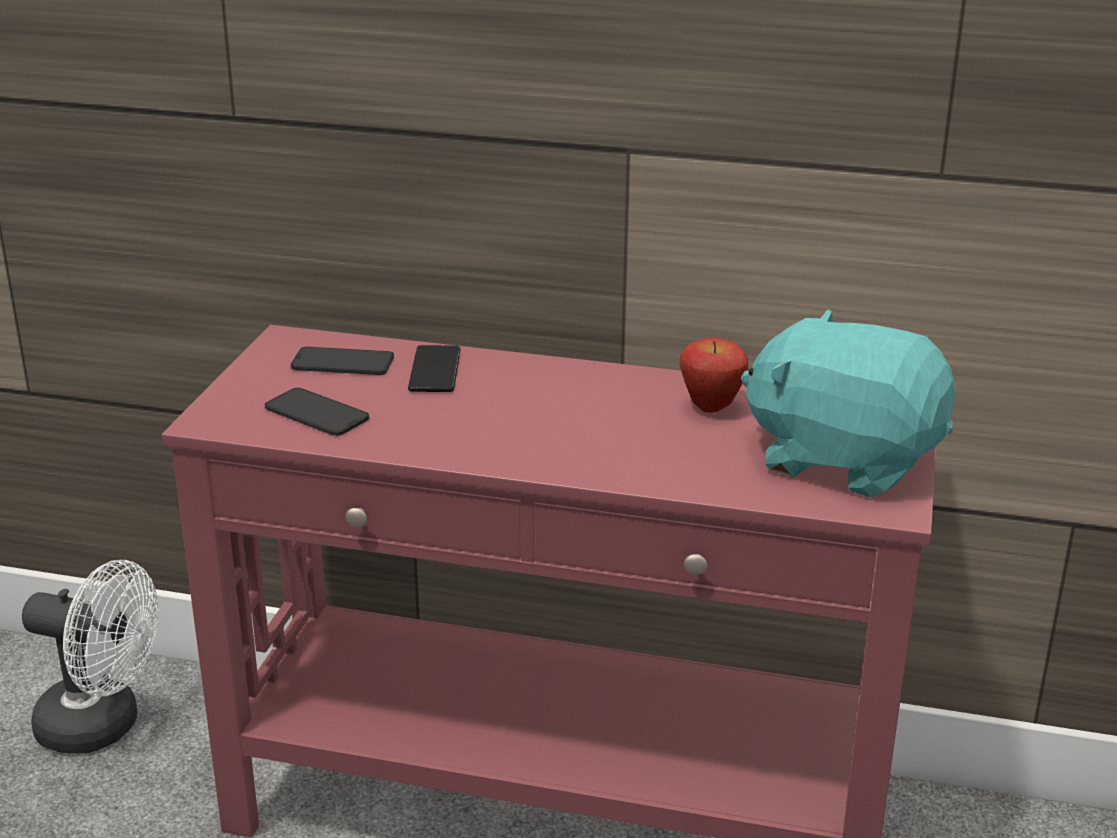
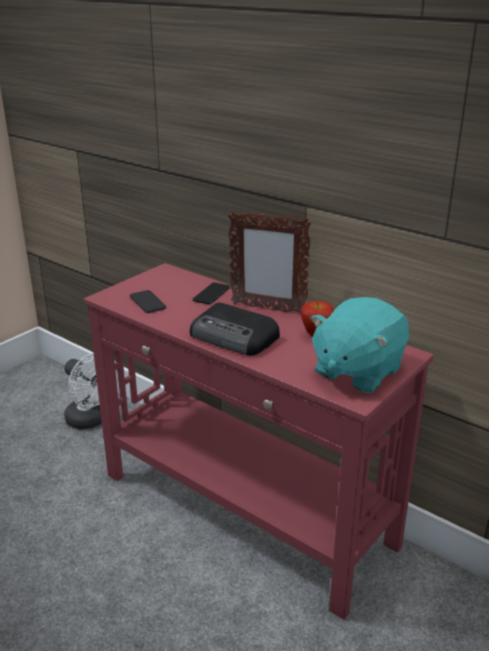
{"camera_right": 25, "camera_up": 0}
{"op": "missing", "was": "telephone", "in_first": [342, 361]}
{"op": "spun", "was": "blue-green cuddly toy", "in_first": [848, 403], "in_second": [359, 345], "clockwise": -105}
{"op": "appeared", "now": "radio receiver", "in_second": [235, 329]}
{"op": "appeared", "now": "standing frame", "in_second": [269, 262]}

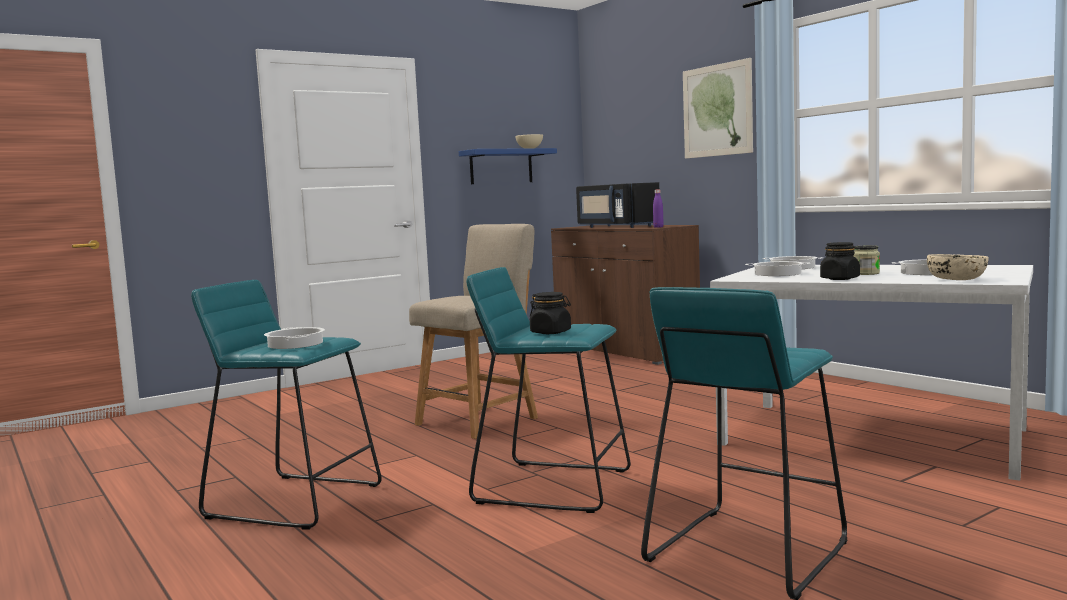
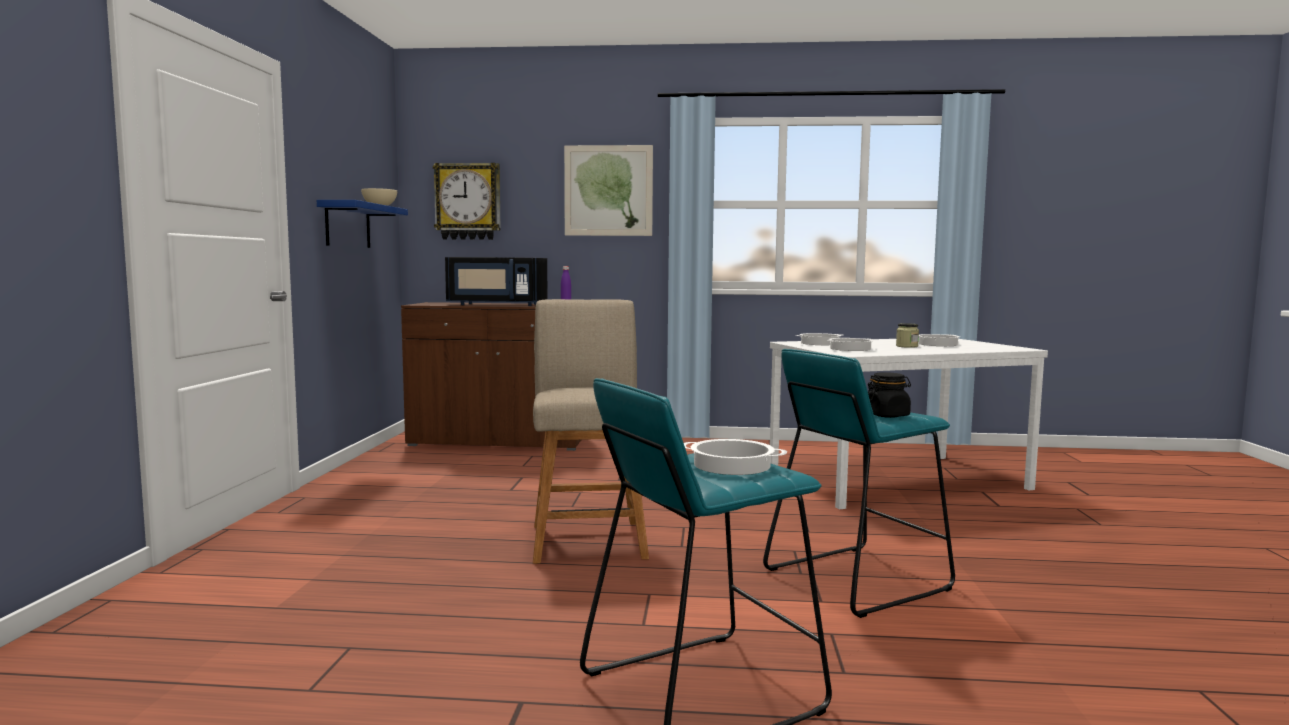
{"camera_right": -50, "camera_up": 0}
{"op": "missing", "was": "blue-green stool seat", "in_first": [744, 443]}
{"op": "missing", "was": "black jar", "in_first": [840, 261]}
{"op": "missing", "was": "sand-coloured deep dish", "in_first": [958, 267]}
{"op": "appeared", "now": "hanging clock", "in_second": [467, 201]}

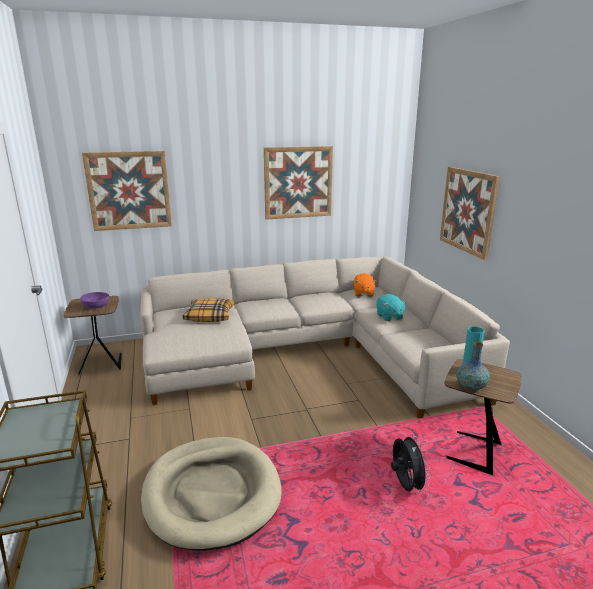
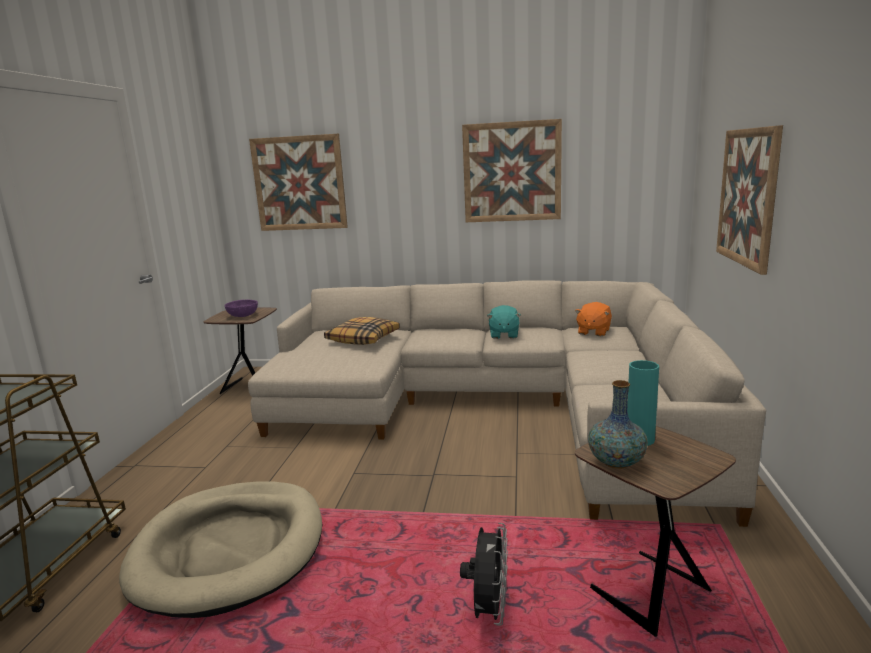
{"camera_right": 25, "camera_up": -5}
{"op": "relocated", "was": "blue-green cuddly toy", "in_first": [391, 307], "in_second": [504, 322]}

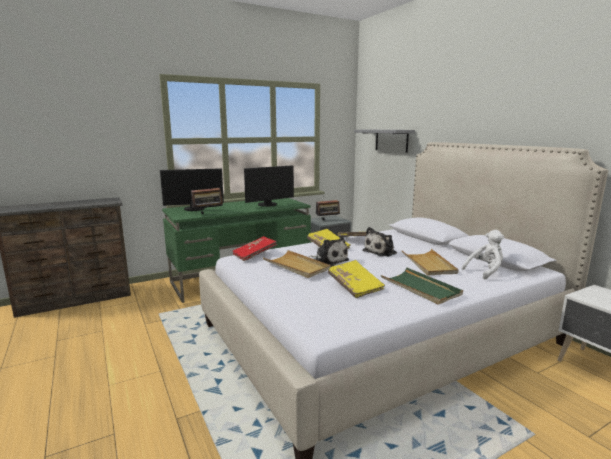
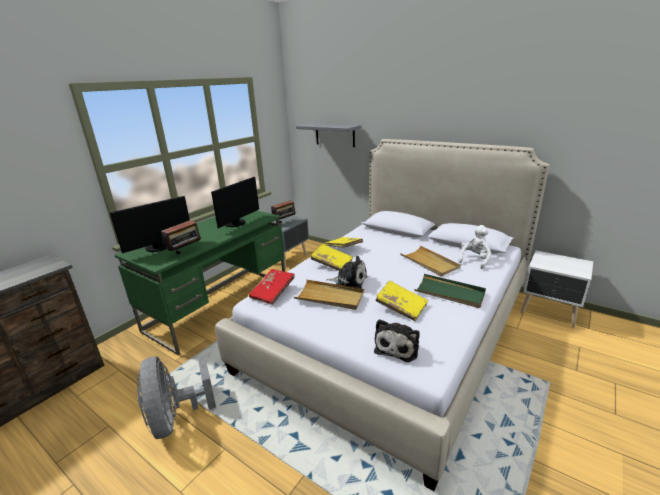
{"camera_right": -25, "camera_up": 10}
{"op": "relocated", "was": "cuddly toy", "in_first": [379, 242], "in_second": [397, 340]}
{"op": "appeared", "now": "gray electric fan", "in_second": [176, 397]}

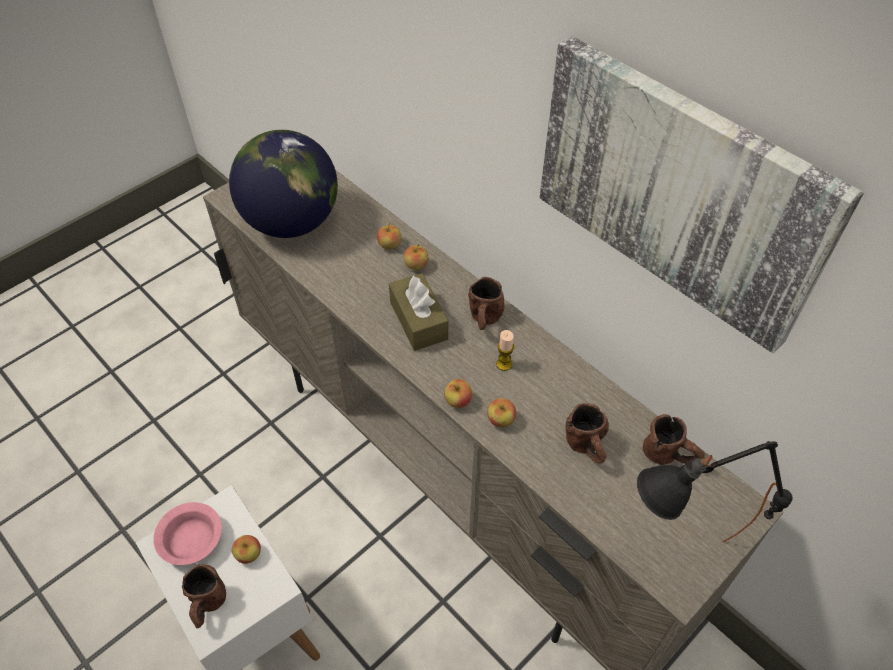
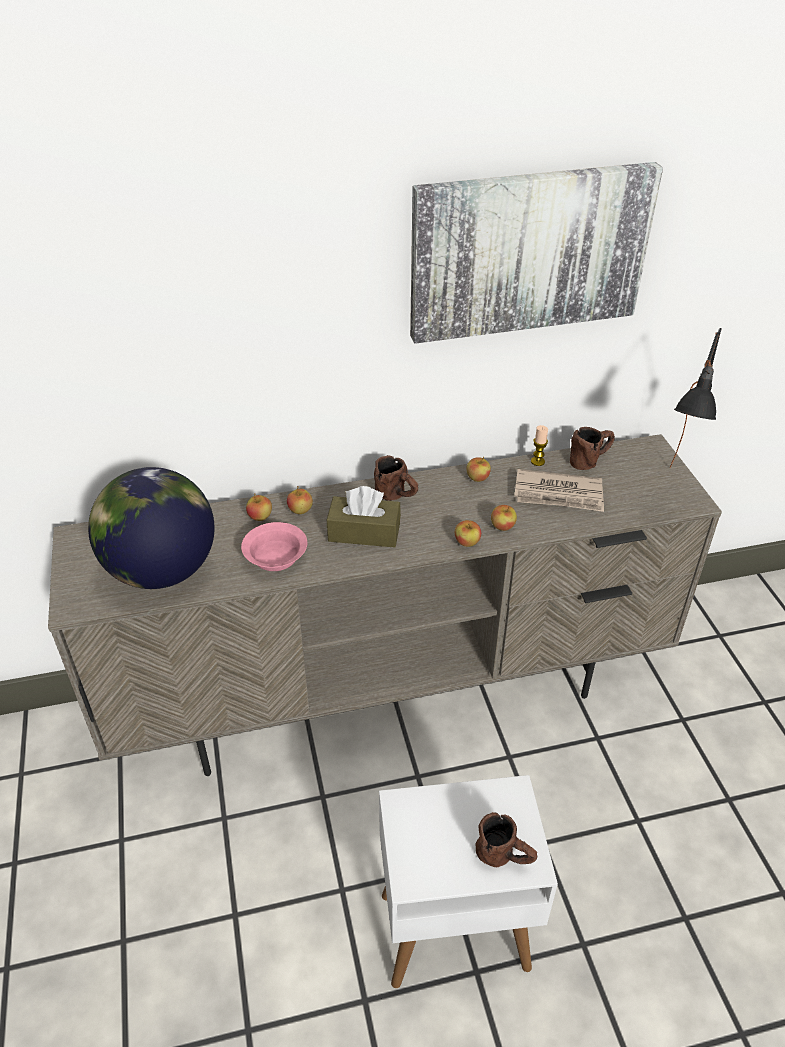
{"camera_right": -60, "camera_up": -10}
{"op": "relocated", "was": "pink-coloured deep dish", "in_first": [187, 533], "in_second": [274, 546]}
{"op": "relocated", "was": "whole apple", "in_first": [246, 549], "in_second": [478, 469]}
{"op": "relocated", "was": "wax light", "in_first": [505, 350], "in_second": [539, 445]}
{"op": "exchanged", "was": "brown tea mug", "now": "daily paper", "in_first": [587, 433], "in_second": [559, 490]}

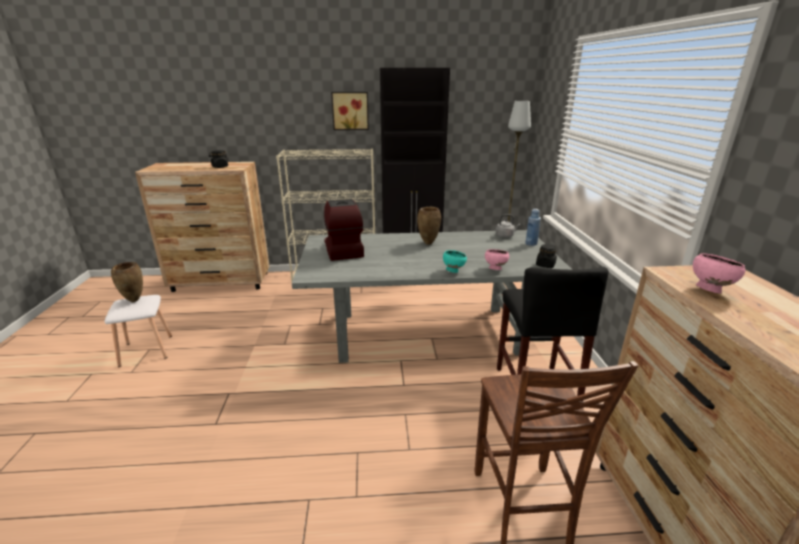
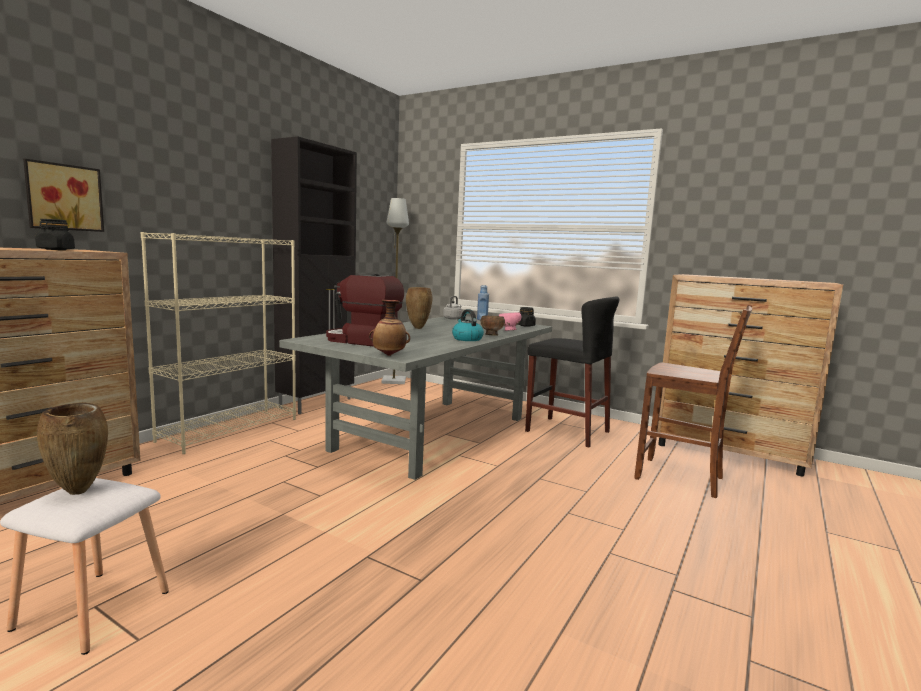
{"camera_right": -55, "camera_up": -15}
{"op": "relocated", "was": "picture", "in_first": [350, 111], "in_second": [63, 195]}
{"op": "colour", "was": "blue-green deep dish", "now": "brown deep dish", "in_first": [455, 261], "in_second": [492, 325]}
{"op": "missing", "was": "pink-coloured deep dish", "in_first": [719, 273]}
{"op": "appeared", "now": "vase", "in_second": [389, 328]}
{"op": "appeared", "now": "kettle", "in_second": [468, 325]}

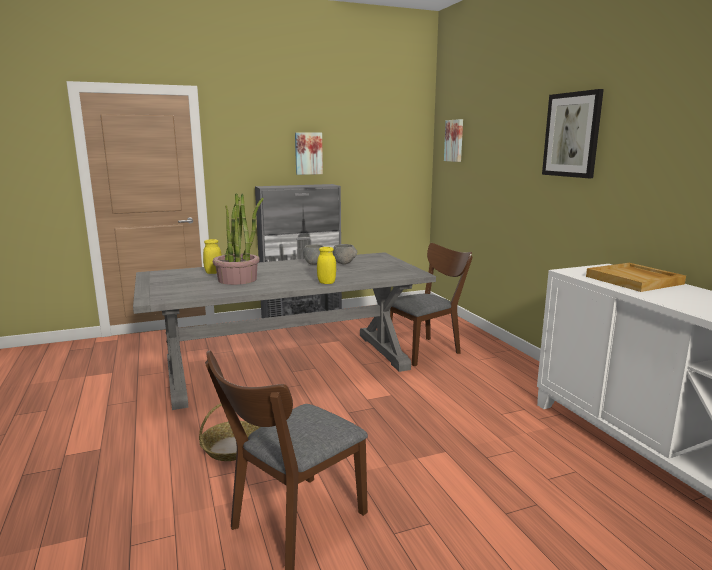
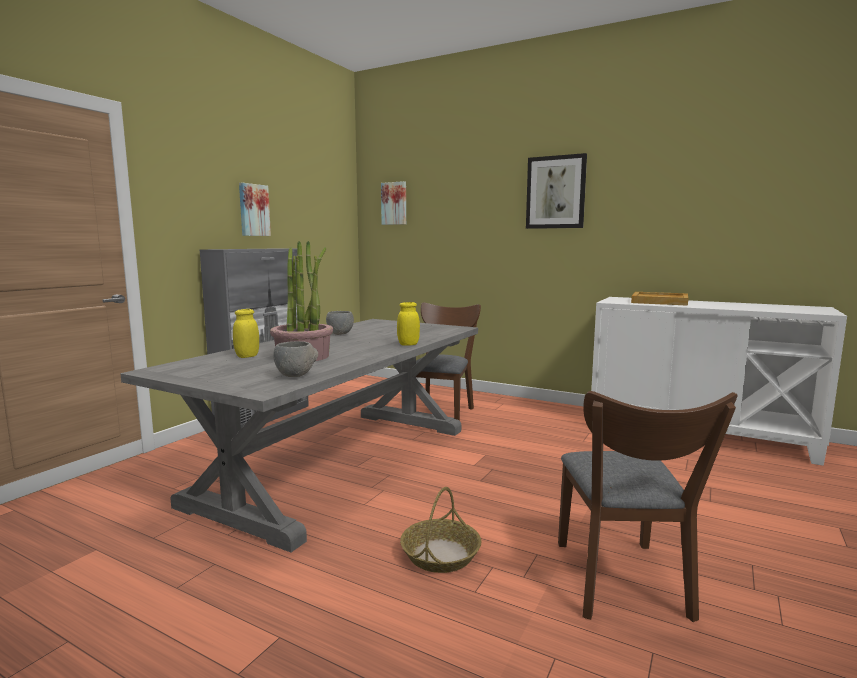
{"camera_right": -40, "camera_up": -5}
{"op": "relocated", "was": "gray deep dish", "in_first": [345, 254], "in_second": [295, 359]}

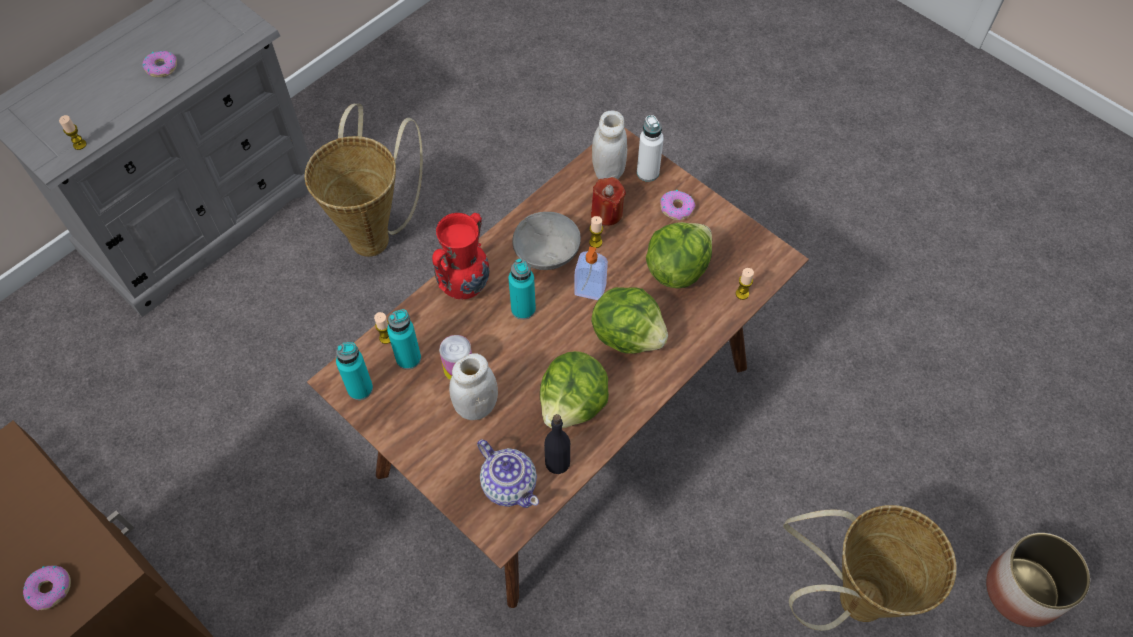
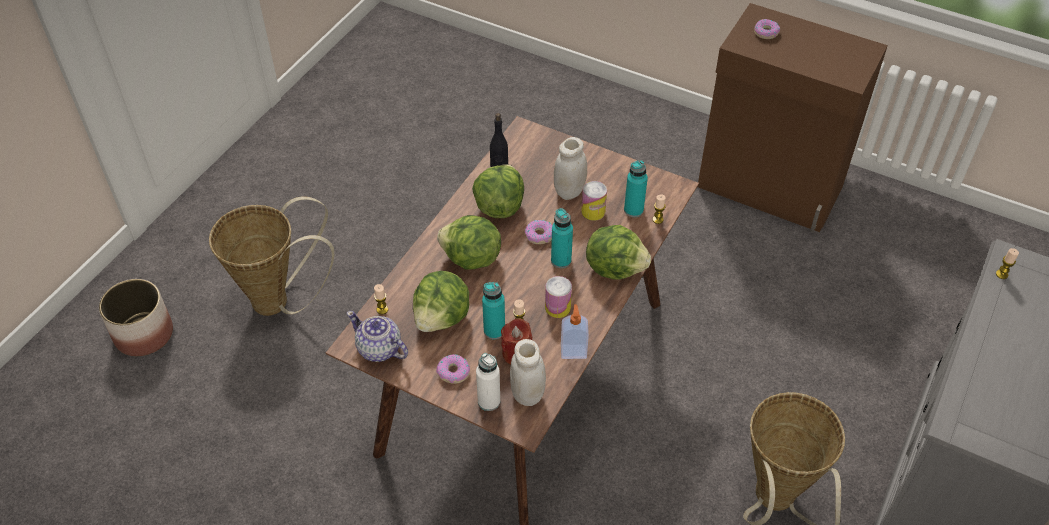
{"camera_right": 165, "camera_up": -10}
{"op": "relocated", "was": "ring doughnut", "in_first": [159, 64], "in_second": [539, 232]}
{"op": "relocated", "was": "blue-green bottle", "in_first": [354, 371], "in_second": [493, 310]}
{"op": "exchanged", "was": "red-coloured vase", "now": "lettuce", "in_first": [460, 256], "in_second": [618, 252]}
{"op": "relocated", "was": "pot for tea", "in_first": [508, 473], "in_second": [377, 336]}
{"op": "exchanged", "was": "gray deep dish", "now": "can", "in_first": [546, 241], "in_second": [558, 297]}
{"op": "relocated", "was": "soap dispenser", "in_first": [591, 273], "in_second": [575, 331]}

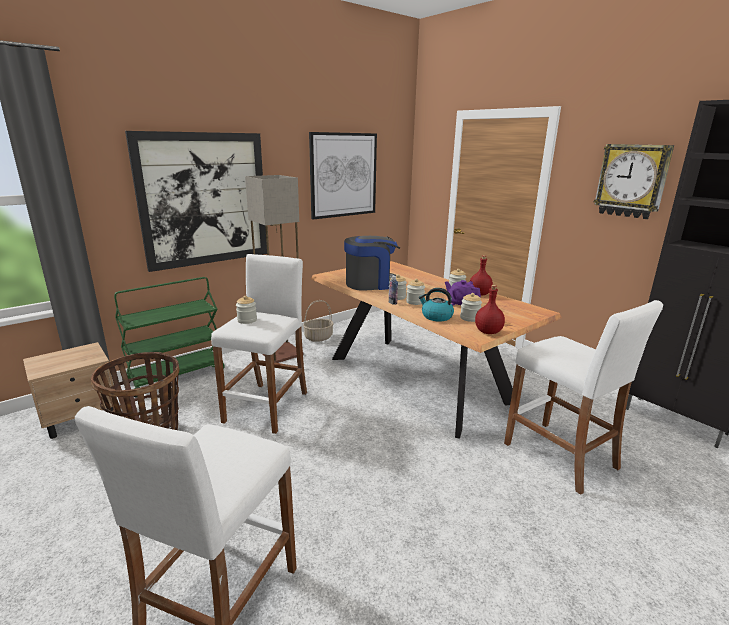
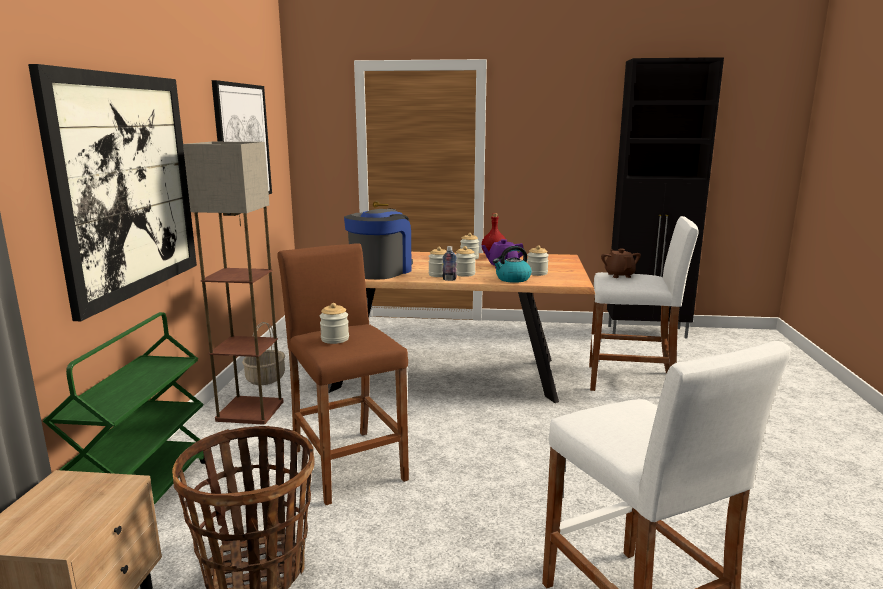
{"camera_right": -45, "camera_up": -5}
{"op": "colour", "was": "white-coloured stool seat", "now": "brown stool seat", "in_first": [259, 344], "in_second": [343, 374]}
{"op": "missing", "was": "red-coloured bottle", "in_first": [490, 309]}
{"op": "missing", "was": "hanging clock", "in_first": [634, 181]}
{"op": "appeared", "now": "brown pot for tea", "in_second": [621, 263]}

